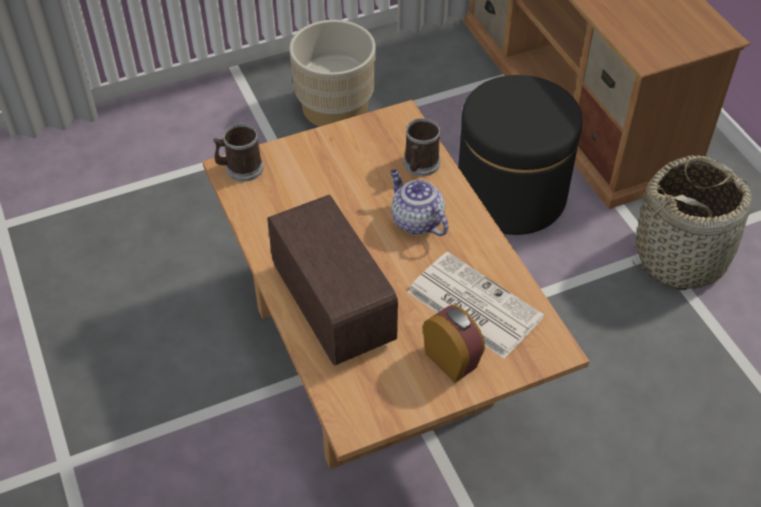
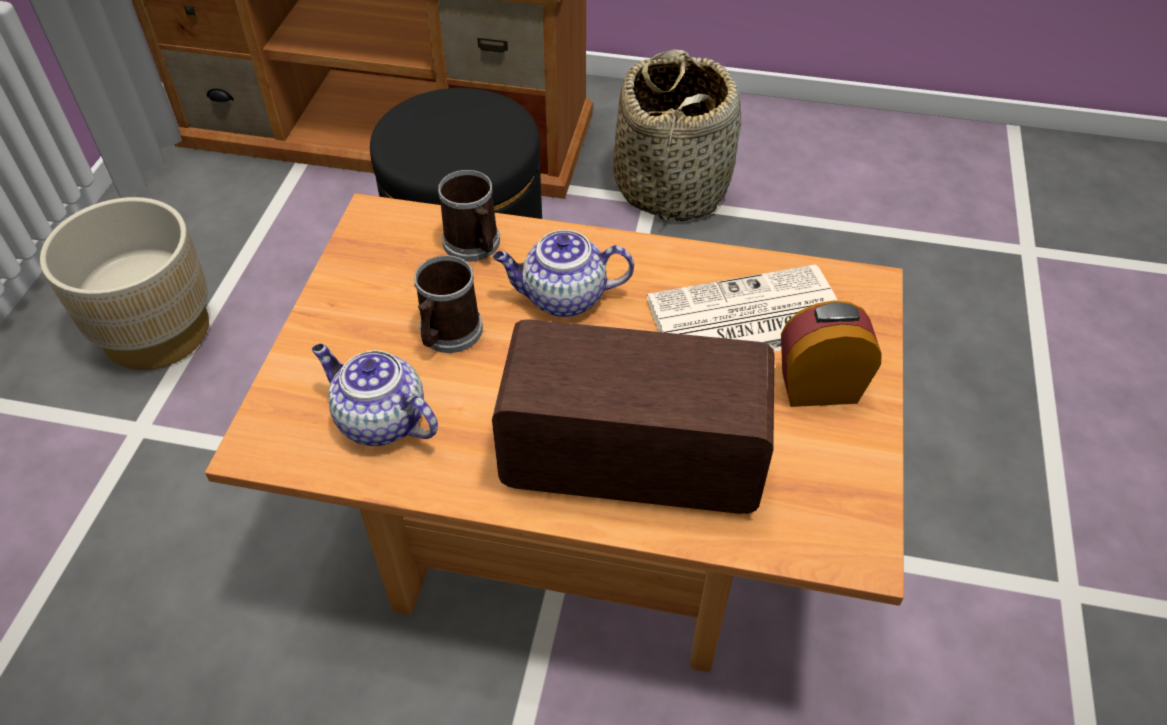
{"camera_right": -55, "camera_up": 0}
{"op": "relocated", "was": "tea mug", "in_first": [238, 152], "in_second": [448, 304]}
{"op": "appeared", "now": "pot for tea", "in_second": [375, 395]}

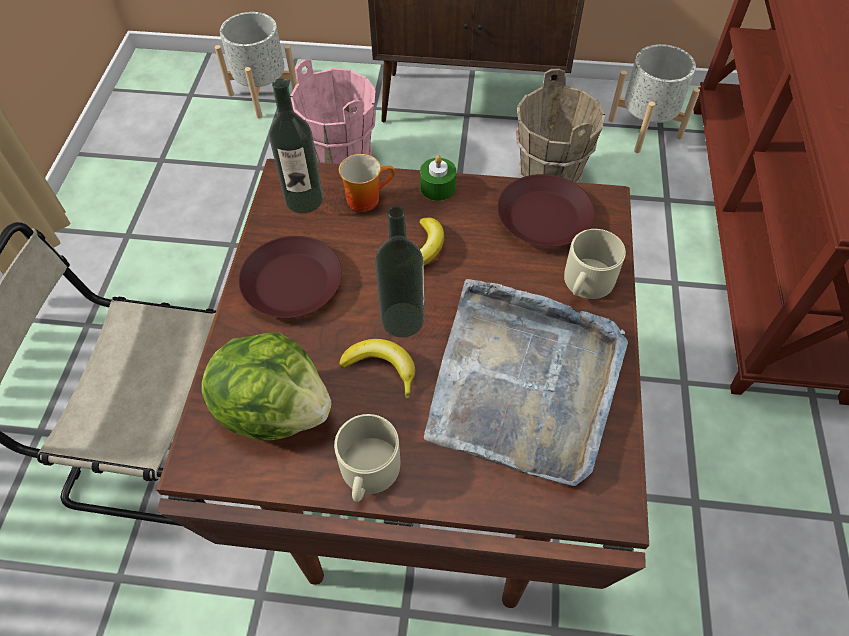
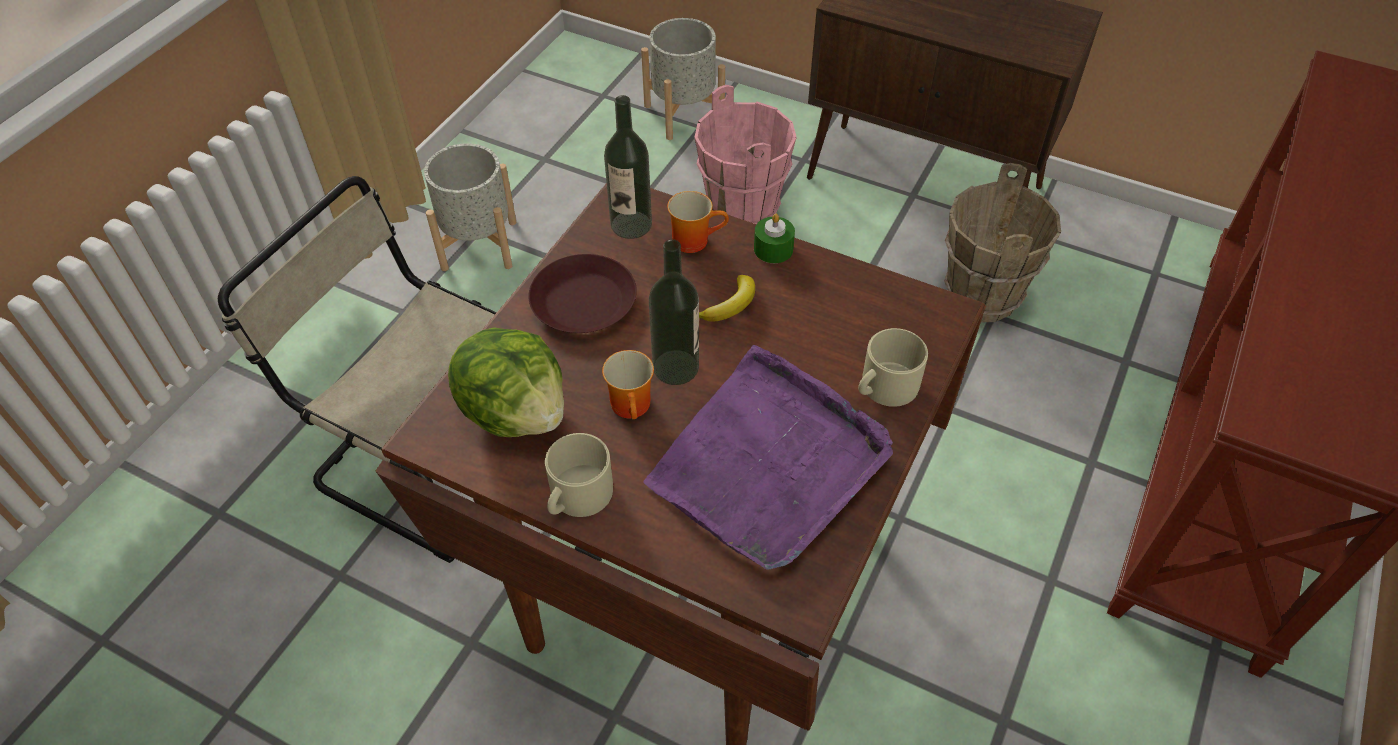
{"camera_right": 20, "camera_up": -5}
{"op": "exchanged", "was": "whole banana", "now": "tea mug", "in_first": [377, 369], "in_second": [628, 384]}
{"op": "colour", "was": "gray carrying tray", "now": "purple carrying tray", "in_first": [525, 382], "in_second": [768, 457]}
{"op": "missing", "was": "brown flat dish", "in_first": [546, 210]}
{"op": "relocated", "was": "gray planter", "in_first": [654, 98], "in_second": [470, 207]}

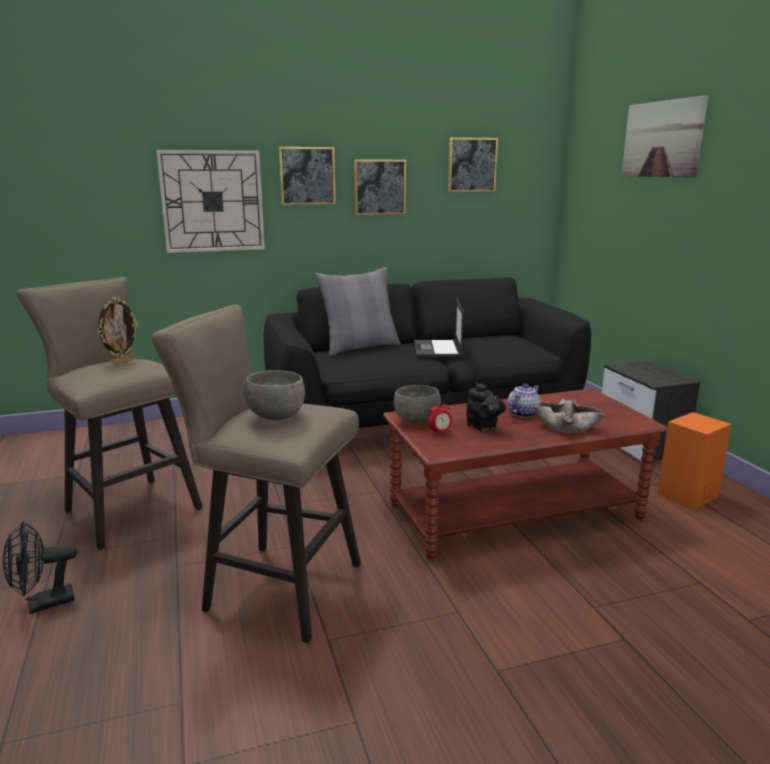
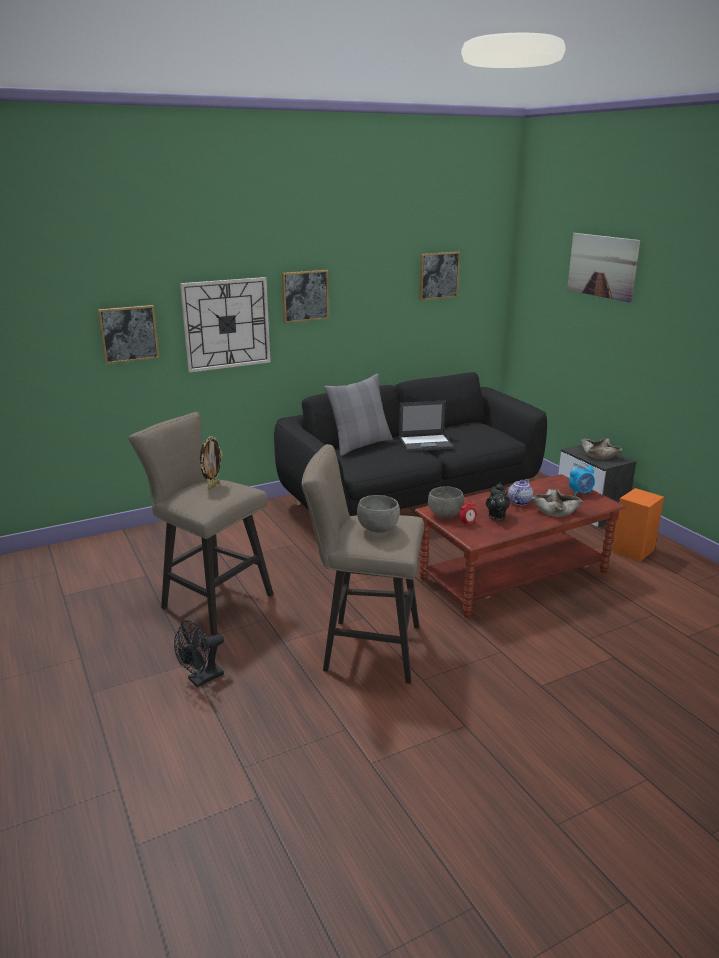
{"camera_right": -10, "camera_up": 5}
{"op": "relocated", "was": "picture", "in_first": [380, 187], "in_second": [128, 334]}
{"op": "spun", "was": "laptop", "in_first": [439, 328], "in_second": [426, 425], "clockwise": -90}
{"op": "spun", "was": "black pot for tea", "in_first": [486, 406], "in_second": [498, 501], "clockwise": 60}
{"op": "appeared", "now": "alarm clock", "in_second": [582, 479]}
{"op": "appeared", "now": "sand-coloured deep dish", "in_second": [601, 448]}

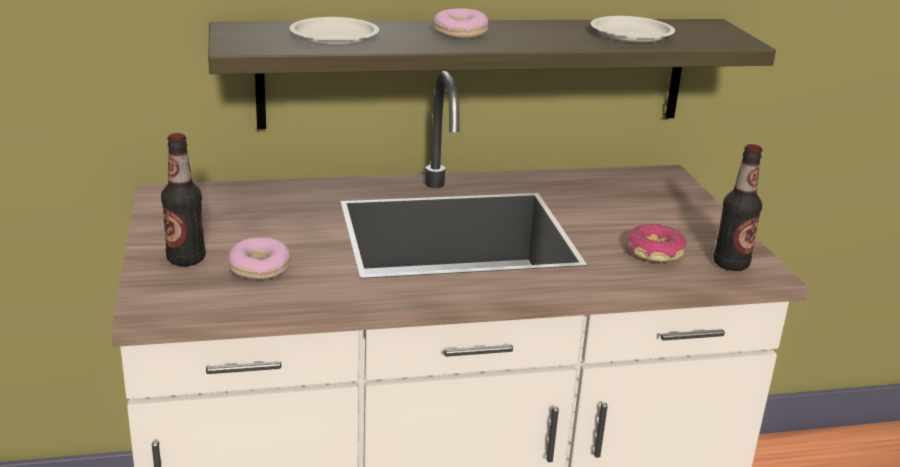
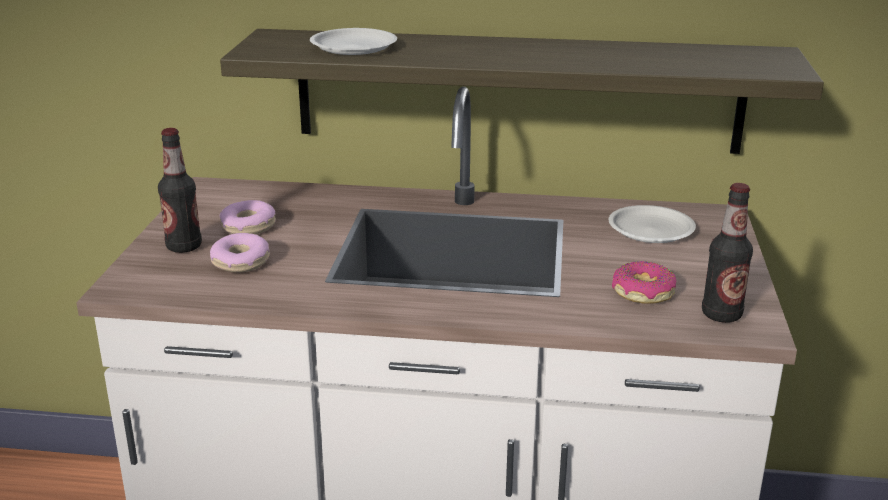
{"camera_right": 20, "camera_up": 0}
{"op": "relocated", "was": "ring doughnut", "in_first": [461, 23], "in_second": [248, 217]}
{"op": "relocated", "was": "white-coloured flat dish", "in_first": [633, 29], "in_second": [652, 224]}

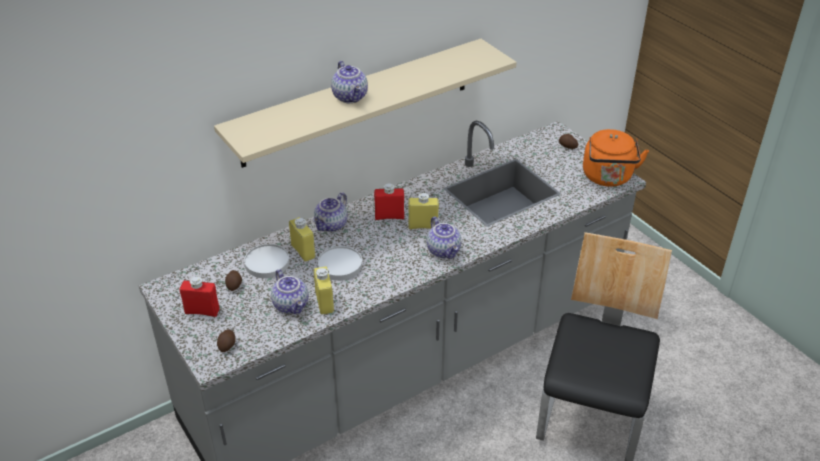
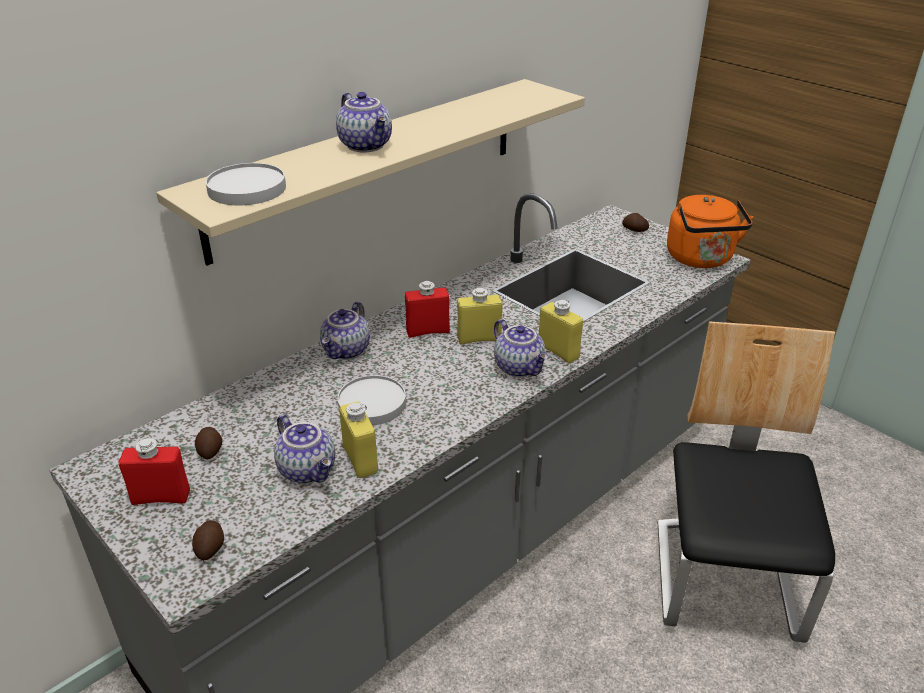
{"camera_right": -10, "camera_up": -5}
{"op": "relocated", "was": "white-coloured flat dish", "in_first": [267, 261], "in_second": [246, 184]}
{"op": "relocated", "was": "yellow bottle", "in_first": [302, 239], "in_second": [561, 331]}

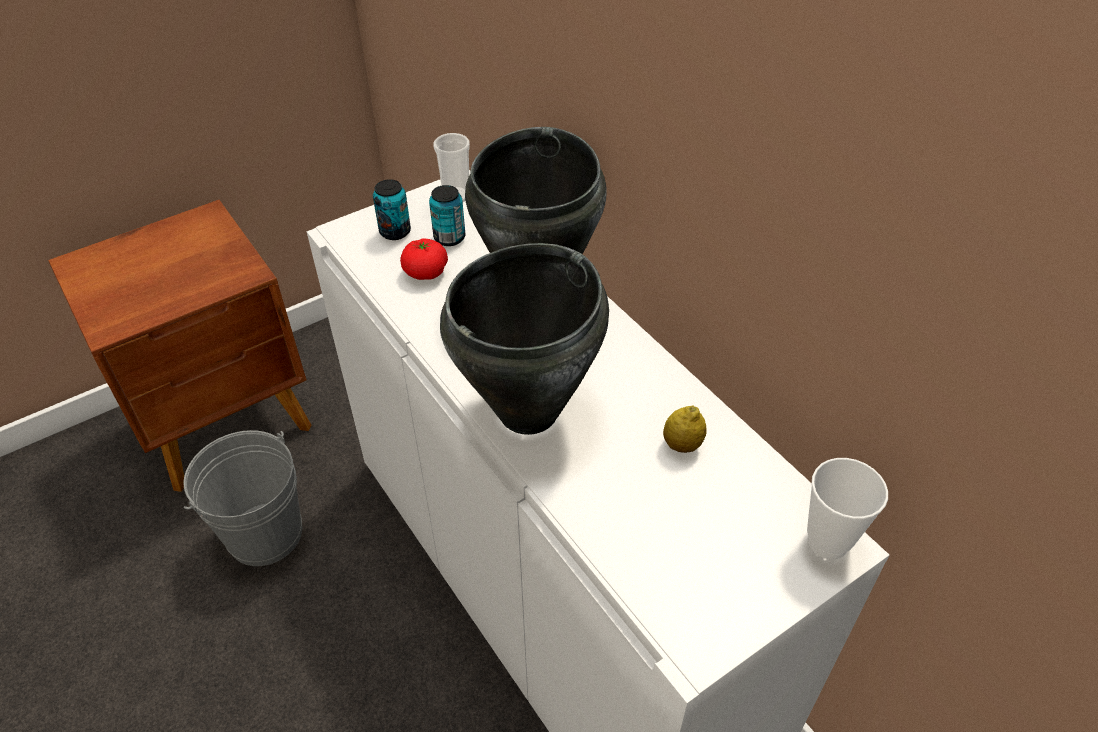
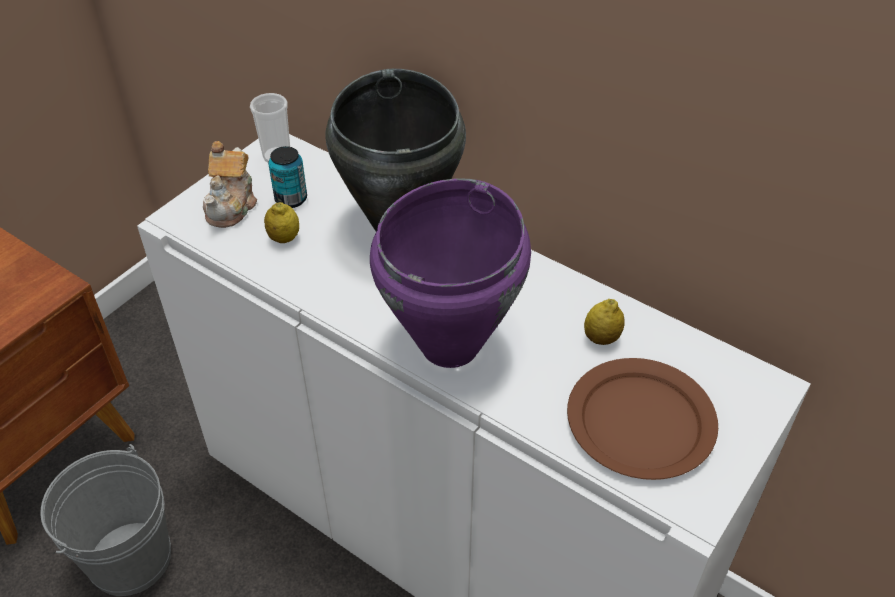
{"camera_right": -20, "camera_up": 0}
{"op": "exchanged", "was": "can", "now": "pot for tea", "in_first": [392, 209], "in_second": [230, 184]}
{"op": "exchanged", "was": "fresh tomato", "now": "lemon", "in_first": [424, 259], "in_second": [281, 222]}
{"op": "colour", "was": "black cooking pot", "now": "purple cooking pot", "in_first": [524, 339], "in_second": [450, 273]}
{"op": "missing", "was": "small cup", "in_first": [847, 509]}
{"op": "appeared", "now": "brown flat dish", "in_second": [642, 419]}

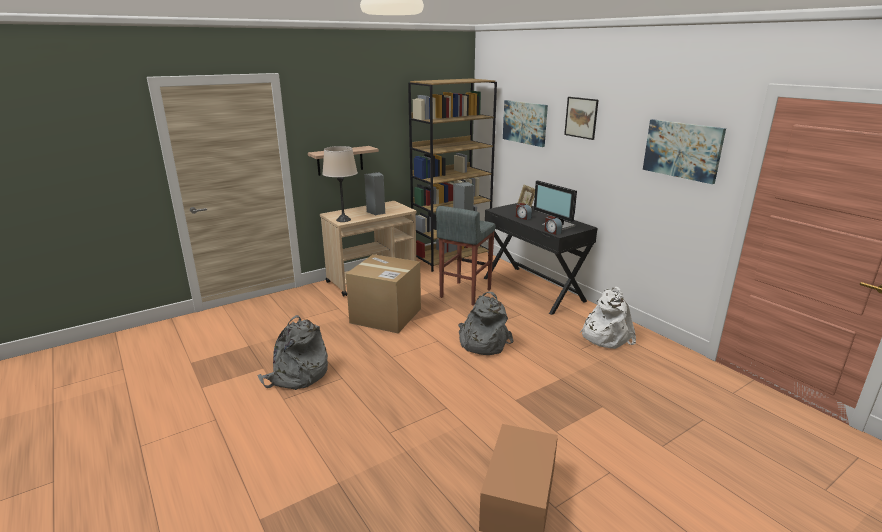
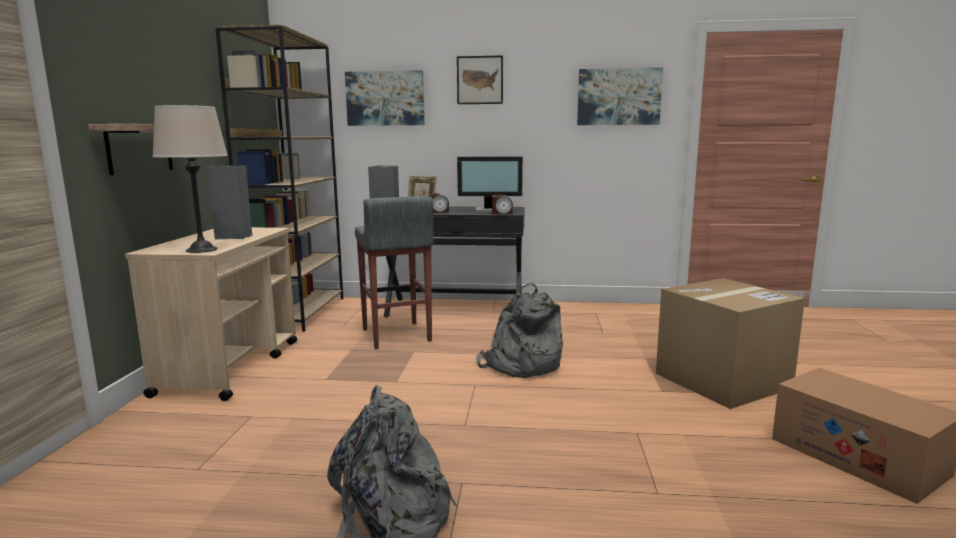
{"camera_right": -50, "camera_up": -10}
{"op": "relocated", "was": "carton", "in_first": [383, 293], "in_second": [730, 343]}
{"op": "missing", "was": "white-coloured backpack", "in_first": [608, 318]}

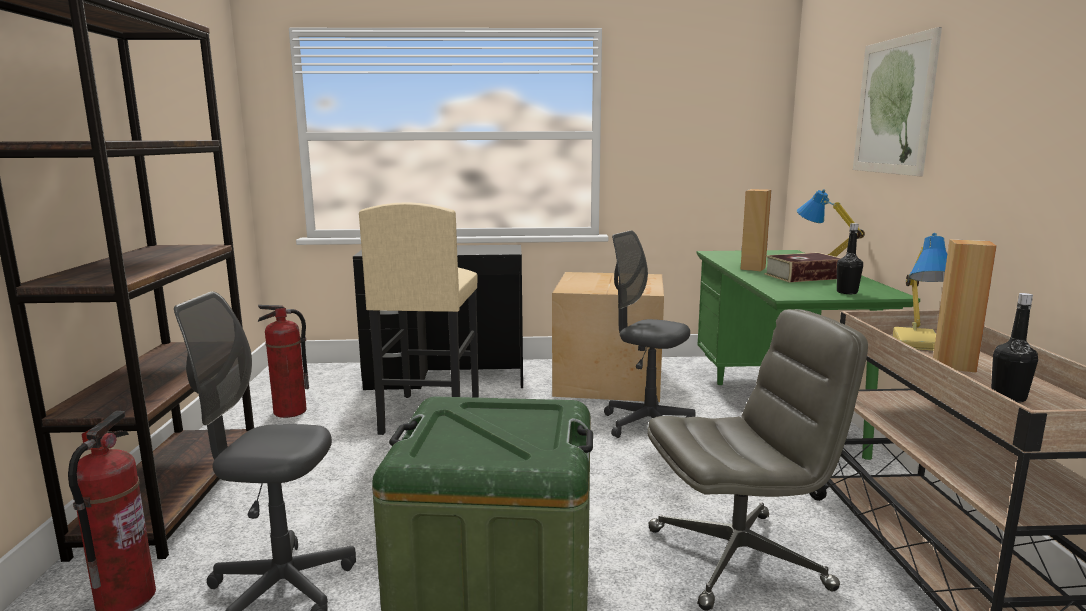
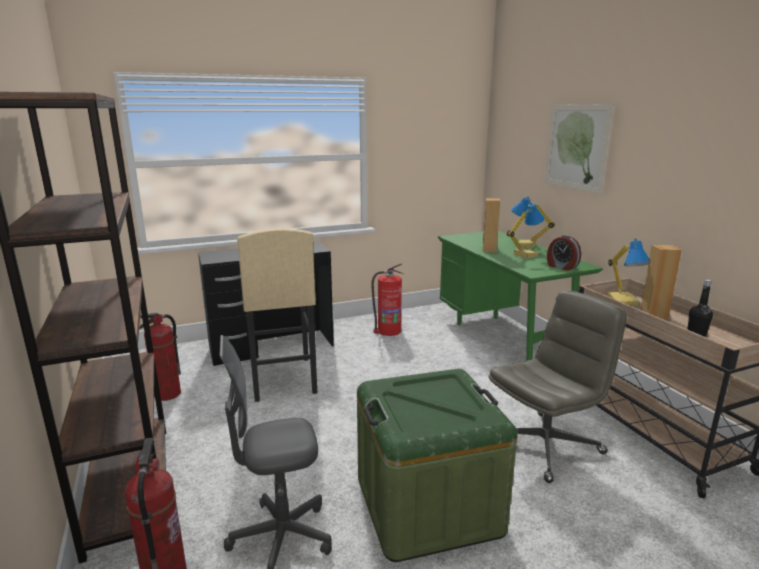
{"camera_right": -20, "camera_up": 5}
{"op": "exchanged", "was": "carton", "now": "fire extinguisher", "in_first": [608, 337], "in_second": [388, 299]}
{"op": "missing", "was": "gray office chair", "in_first": [650, 334]}
{"op": "exchanged", "was": "volume", "now": "tabletop lamp", "in_first": [802, 267], "in_second": [526, 230]}
{"op": "exchanged", "was": "black bottle", "now": "alarm clock", "in_first": [850, 258], "in_second": [564, 253]}

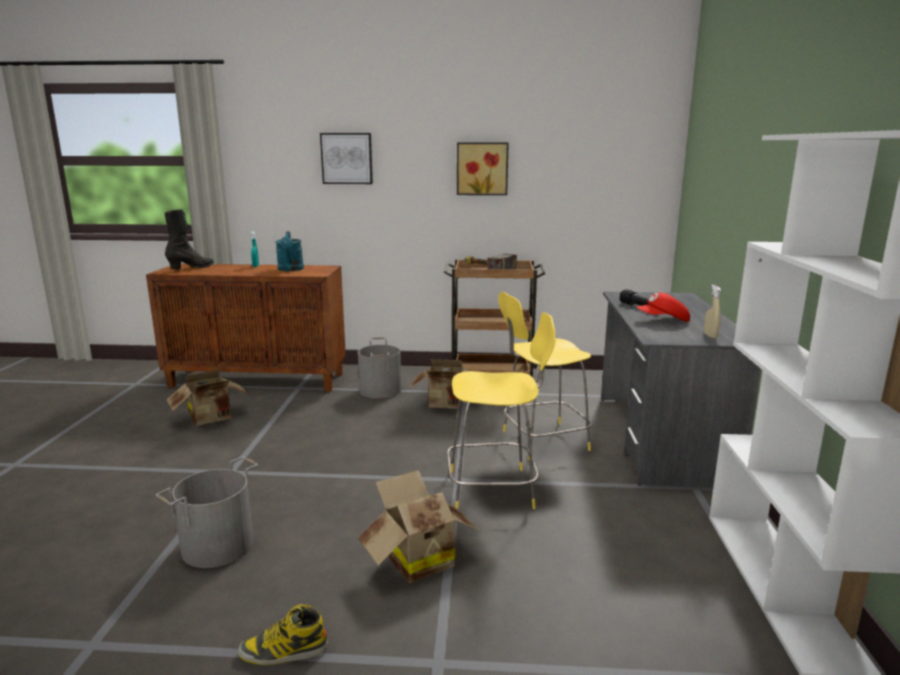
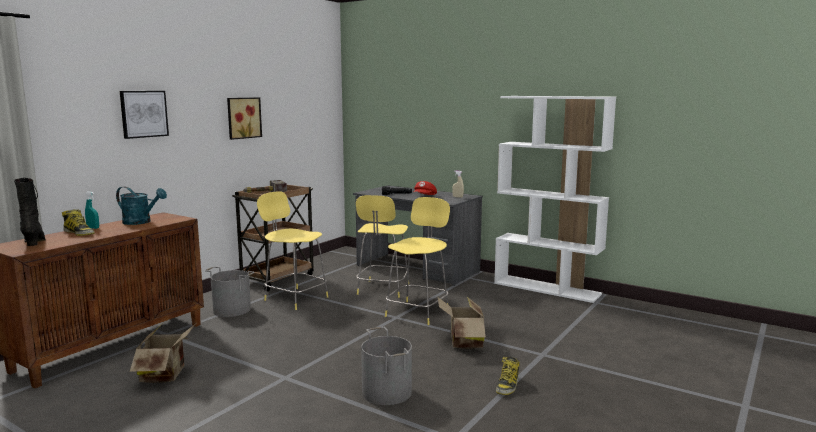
{"camera_right": -60, "camera_up": -5}
{"op": "exchanged", "was": "carton", "now": "yellow stool seat", "in_first": [439, 384], "in_second": [292, 250]}
{"op": "appeared", "now": "boot", "in_second": [78, 222]}

